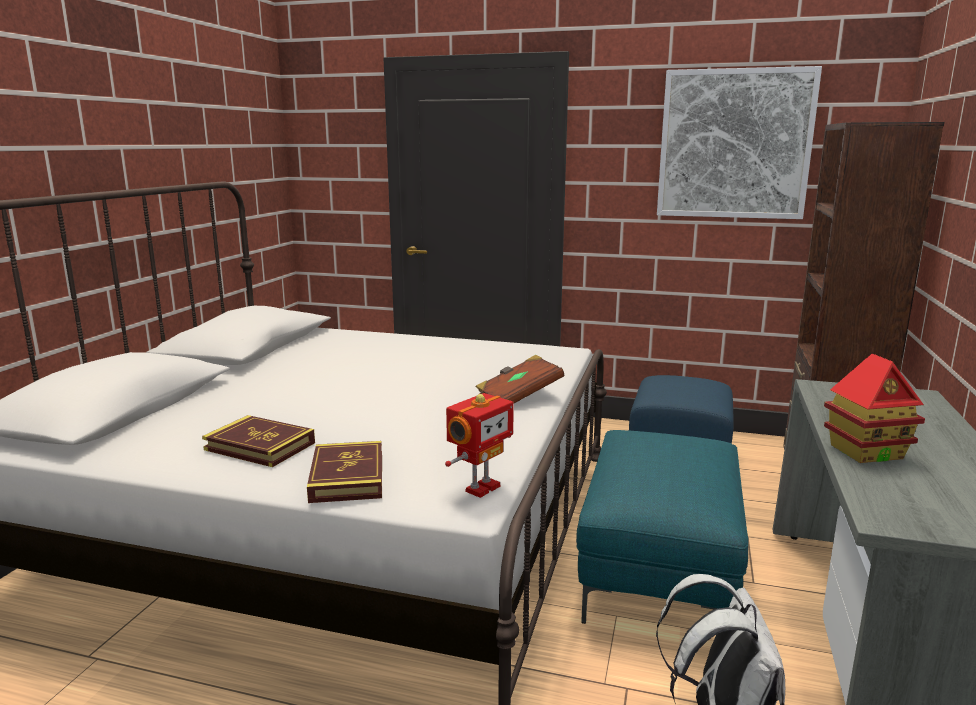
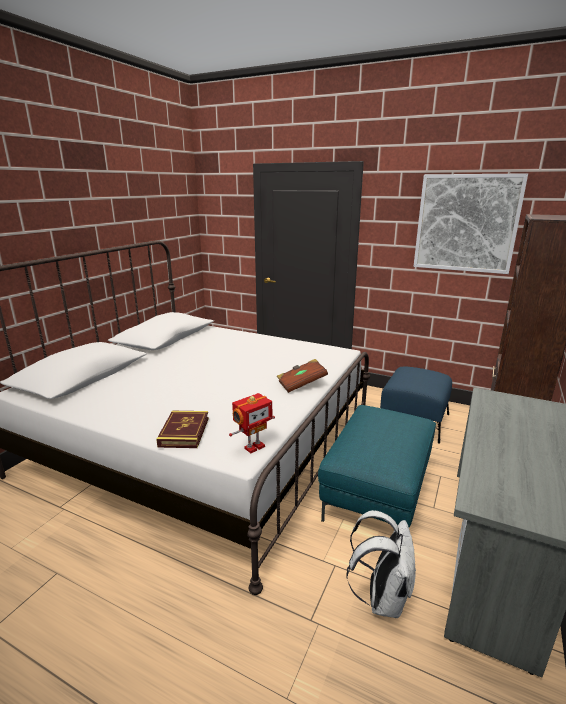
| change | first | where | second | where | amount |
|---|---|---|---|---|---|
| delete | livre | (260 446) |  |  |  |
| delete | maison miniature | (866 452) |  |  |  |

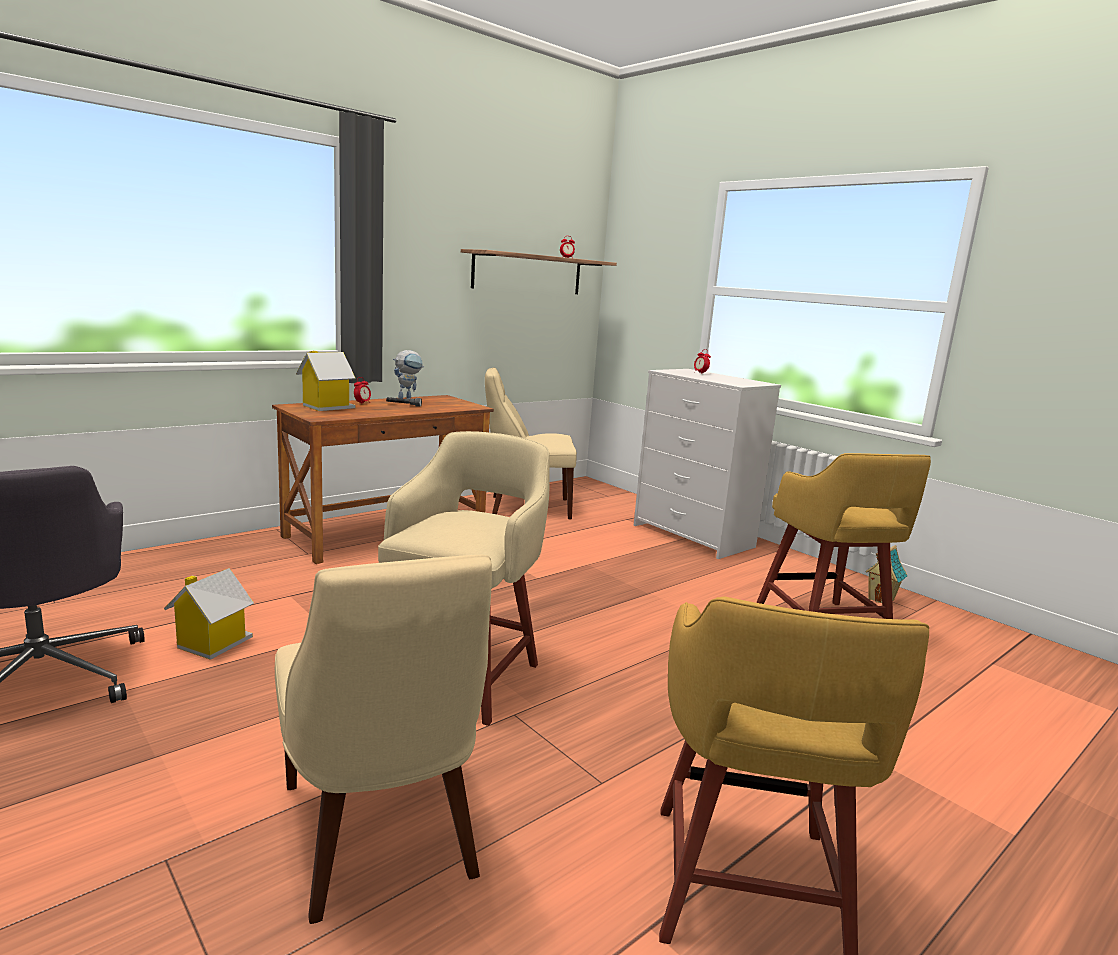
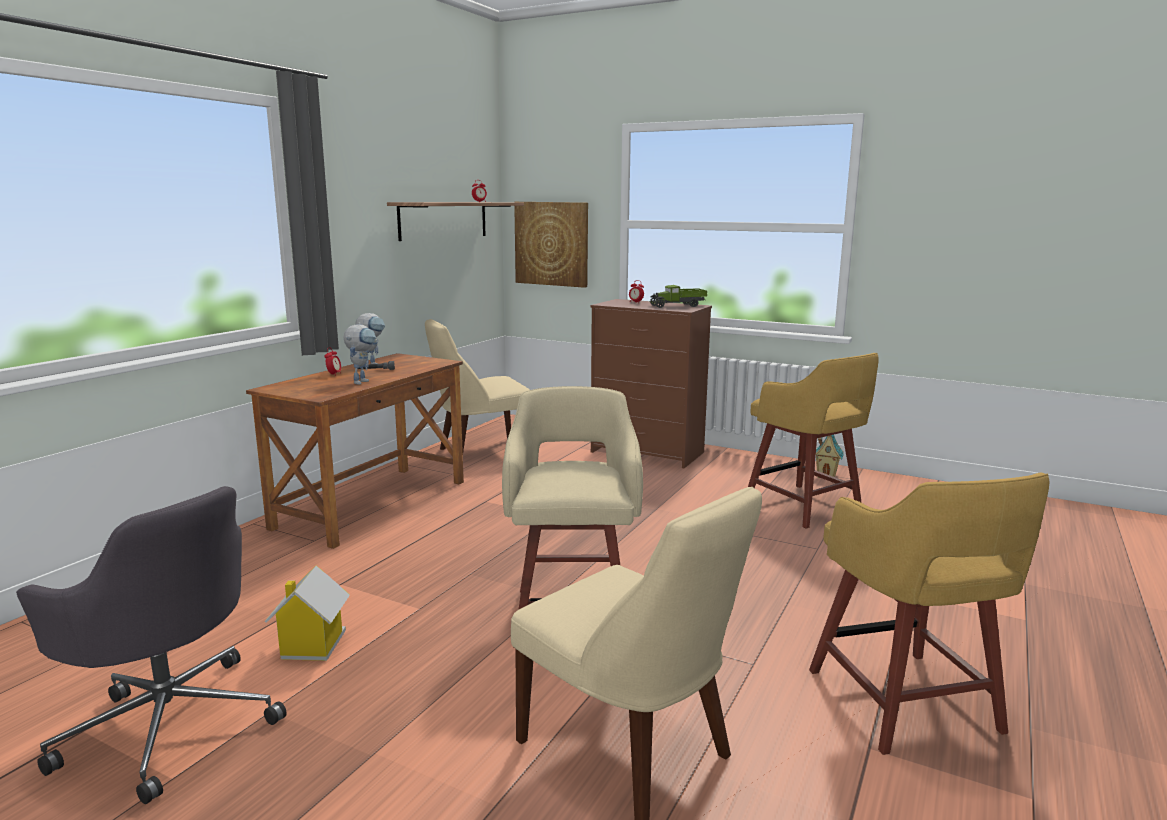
| change | first | where | second | where | amount |
|---|---|---|---|---|---|
| delete | maison miniature | (326 407) |  |  |  |
| insert |  |  | robot jouet | (362 381) |  |
| insert |  |  | tableau | (551 243) |  |
| insert |  |  | camion jouet | (678 306) |  |
| recolor | commode/blanc | (694 536) | commode/marron | (648 452) |  |

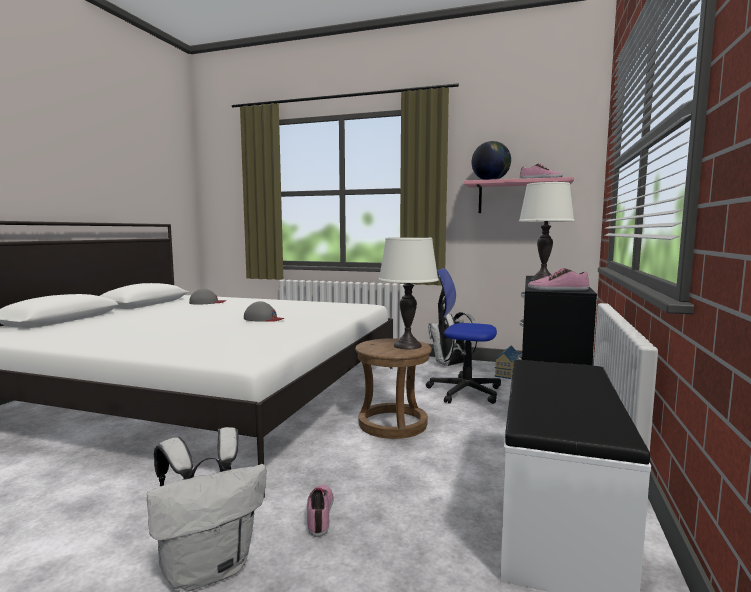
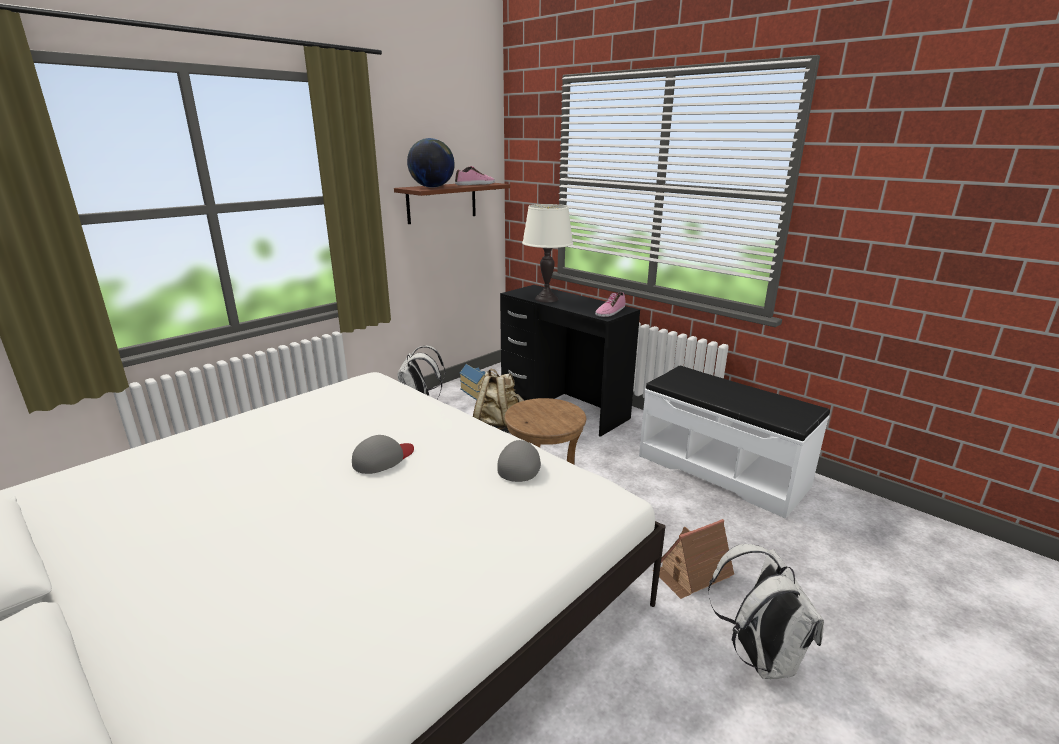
| change | first | where | second | where | amount |
|---|---|---|---|---|---|
| delete | lampe de table/blanc | (407 346) |  |  |  |
| move | casquette/gris | (207 302) |  | (520 464) |  |
| replace | chaussure | (320 513) | maison miniature | (692 573) |  |
| replace | chaise de bureau | (464 391) | sac à dos/beige | (499 427) |  |
| recolor | étagère/rose | (517 197) | étagère/marron | (442 202) |  |

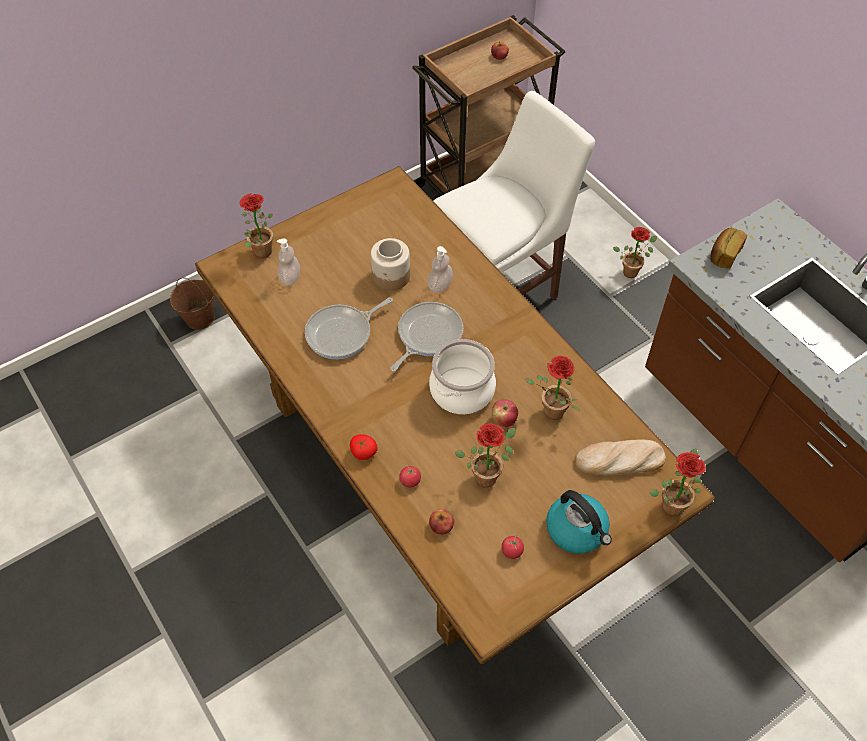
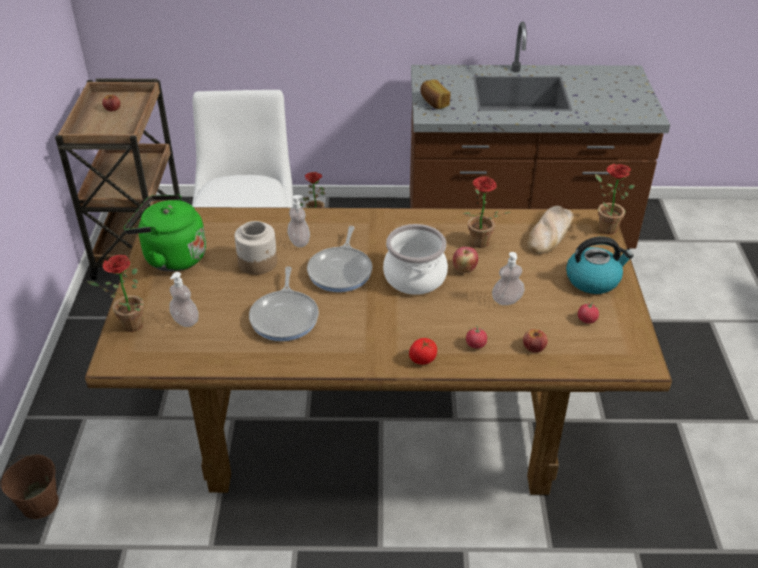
| change | first | where | second | where | amount |
|---|---|---|---|---|---|
| insert |  |  | bouilloire/vert | (171 257) |  |
| replace | plante en pot | (488 474) | distributeur de savon | (507 300) |  |
| rotate | poêle | (427 335) |  | (341 270) | 150 degrees counterclockwise |

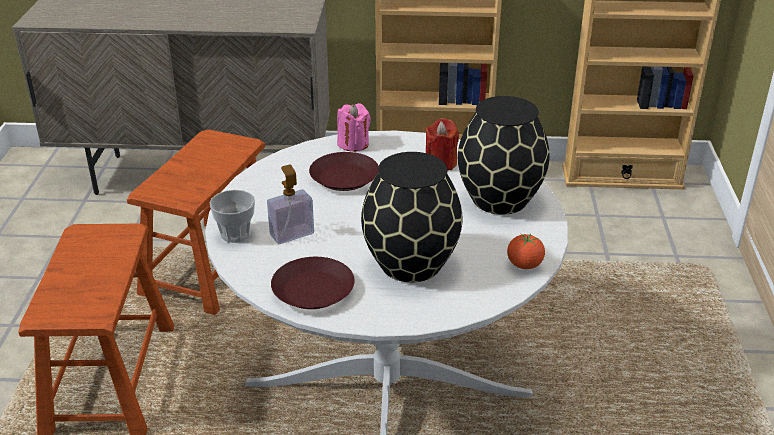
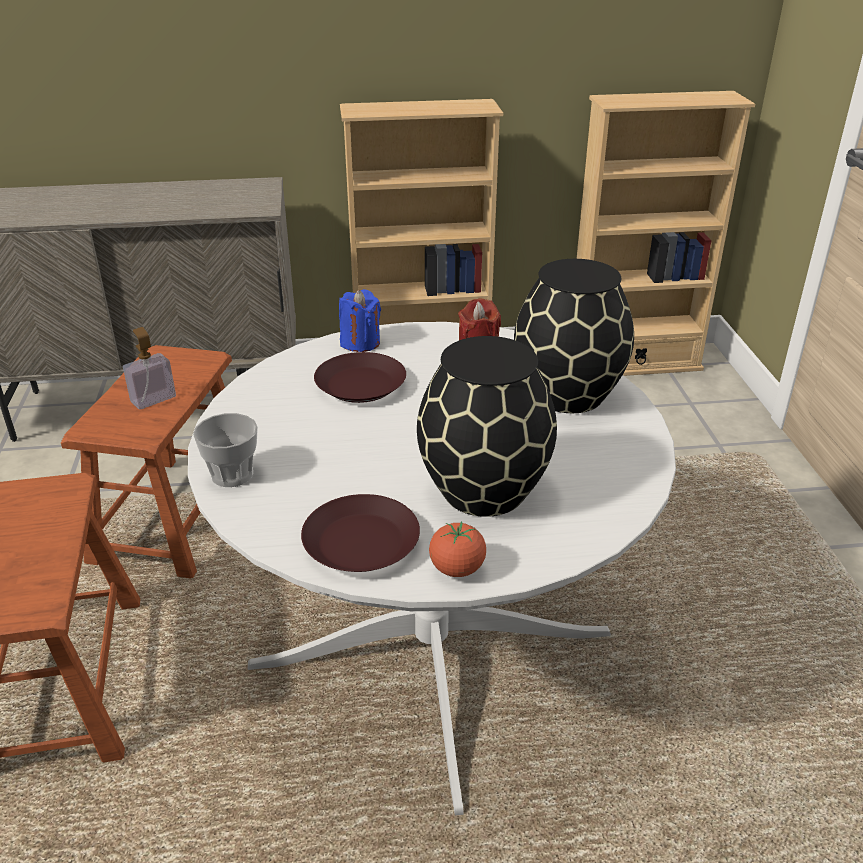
| change | first | where | second | where | amount |
|---|---|---|---|---|---|
| move | distributeur de savon | (292 234) |  | (153 399) |  |
| move | tomate | (524 265) |  | (457 569) |  |
| recolor | bougie/rose | (353 144) | bougie/bleu | (360 343) |  |

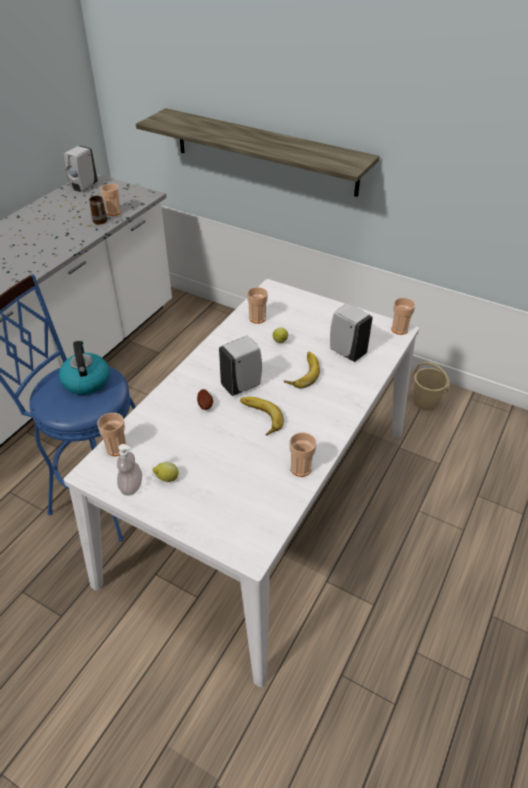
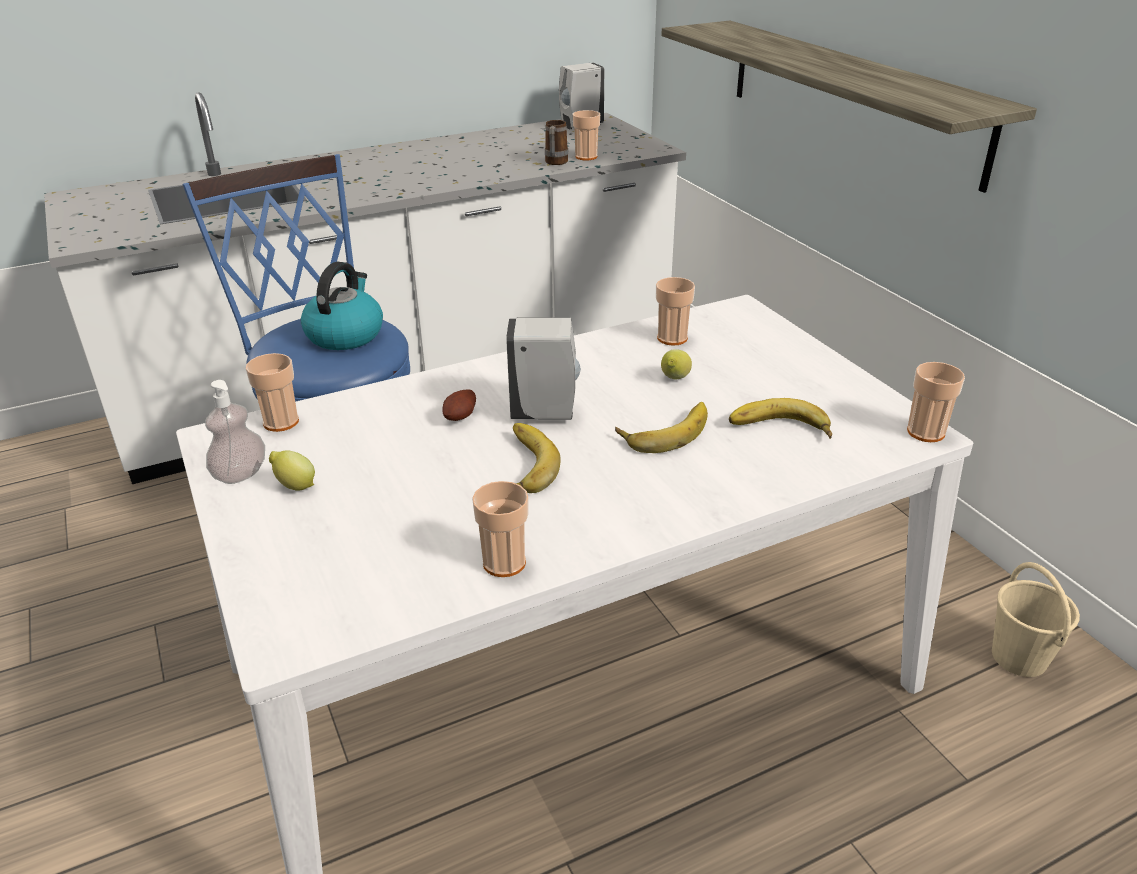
| change | first | where | second | where | amount |
|---|---|---|---|---|---|
| replace | distributeur de savon/blanc | (346 351) | banane | (780 430) |  |

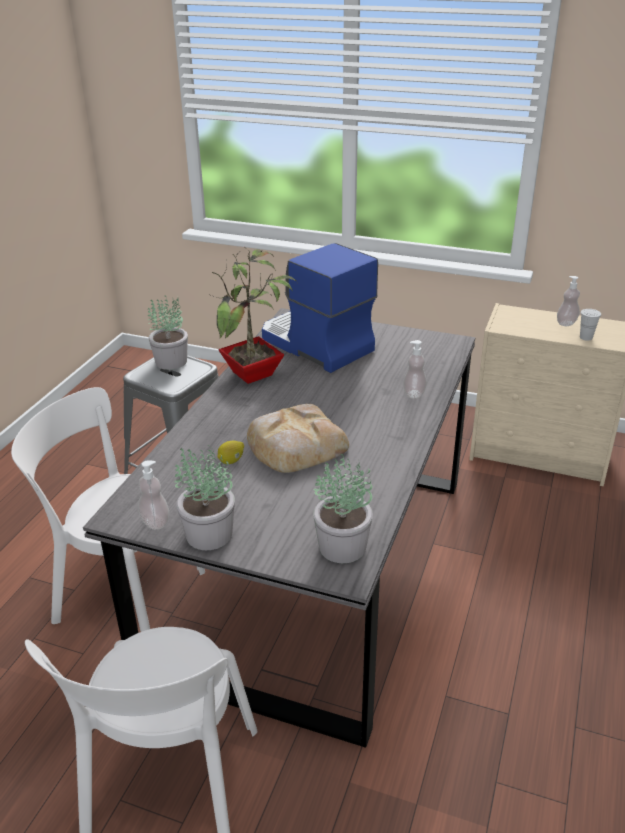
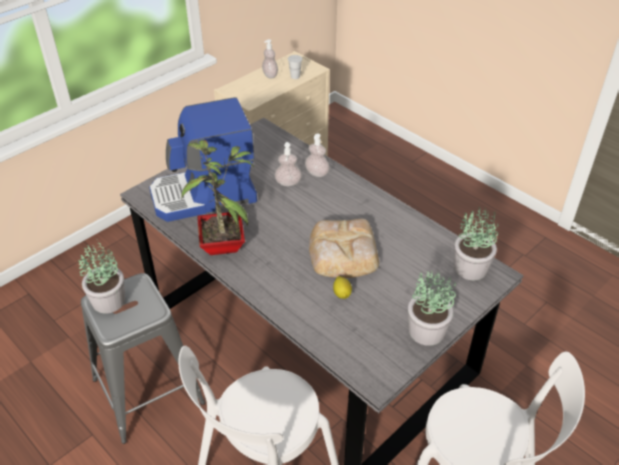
| change | first | where | second | where | amount |
|---|---|---|---|---|---|
| move | distributeur de savon | (155 522) |  | (288 183) |  |

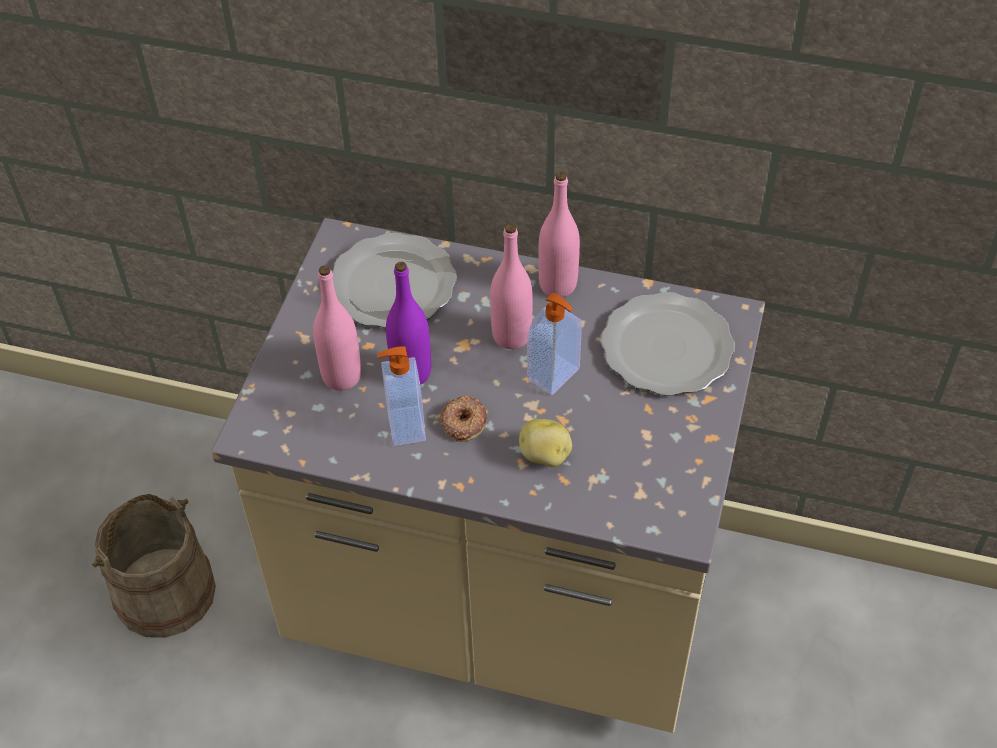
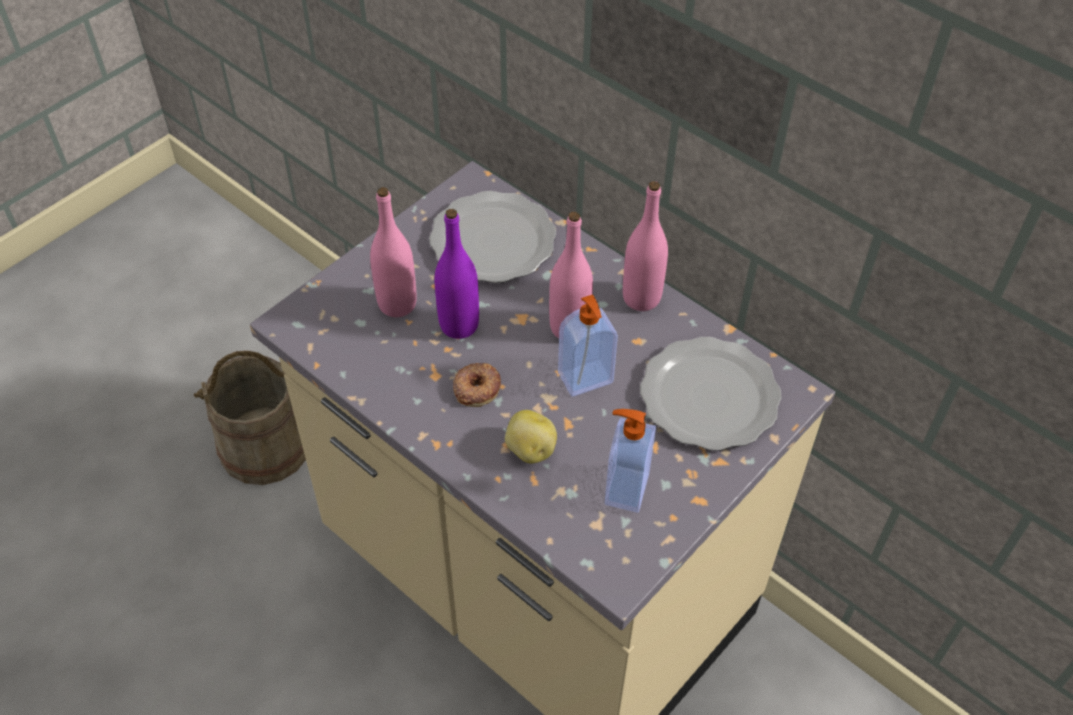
| change | first | where | second | where | amount |
|---|---|---|---|---|---|
| move | distributeur de savon | (404 426) |  | (624 488) |  |

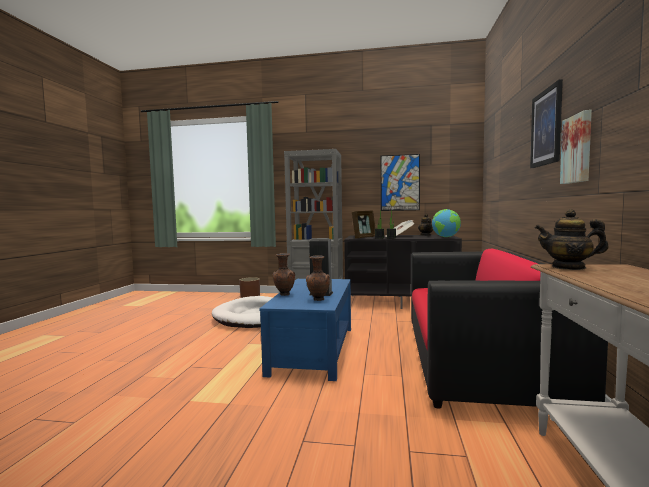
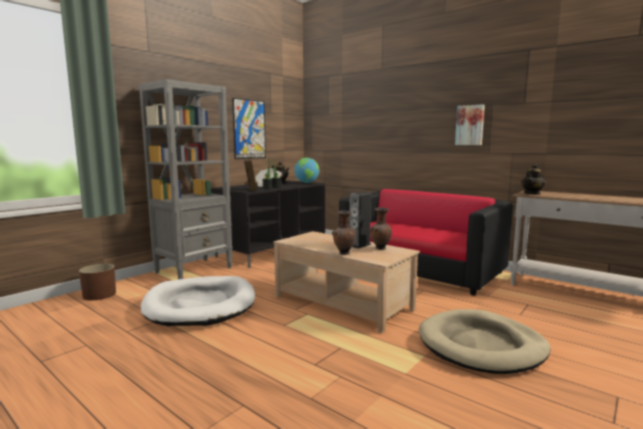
| change | first | where | second | where | amount |
|---|---|---|---|---|---|
| delete | tableau | (546 127) |  |  |  |
| insert |  |  | panier pour chien/beige | (481 345) |  |
| recolor | table basse/bleu | (314 350) | table basse/beige | (343 302) |  |

